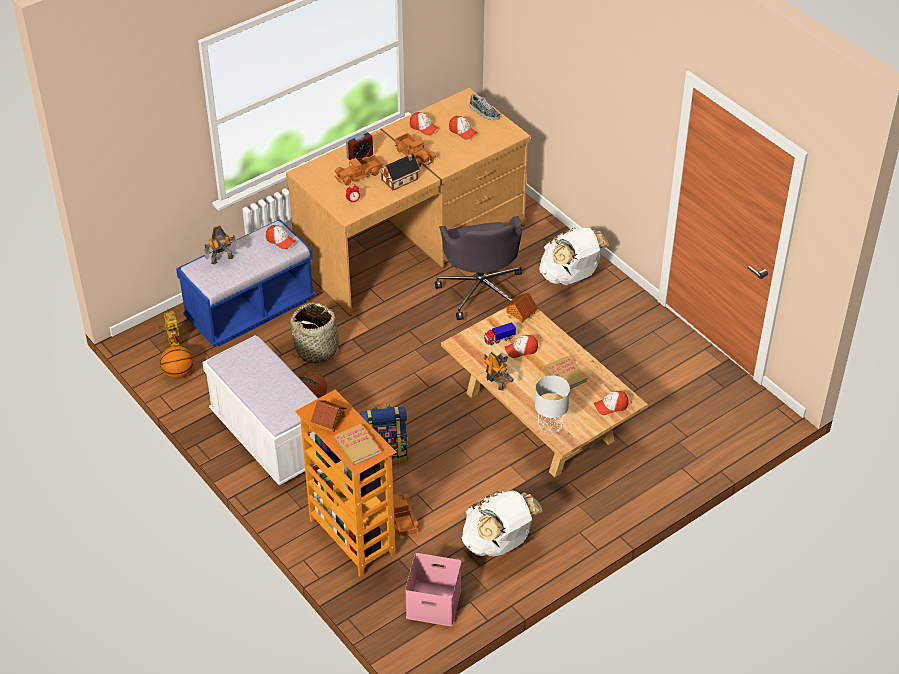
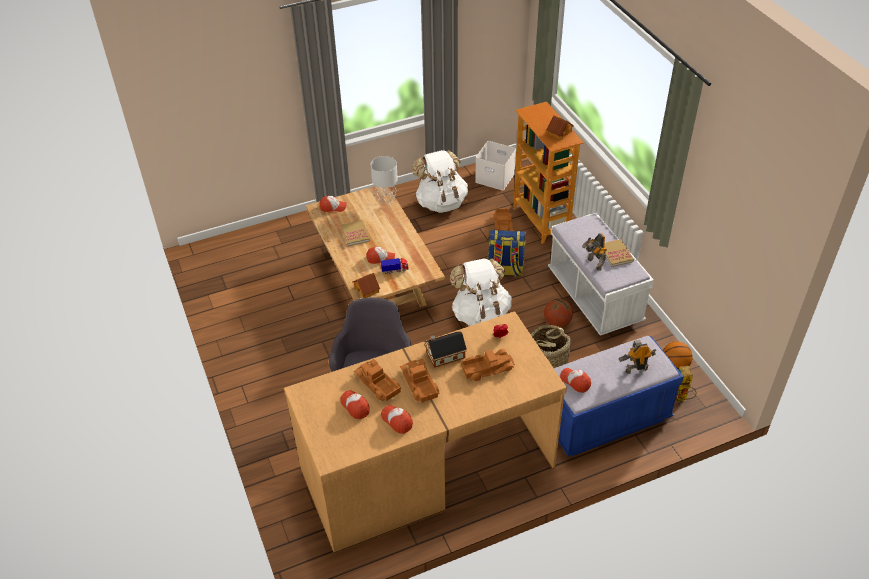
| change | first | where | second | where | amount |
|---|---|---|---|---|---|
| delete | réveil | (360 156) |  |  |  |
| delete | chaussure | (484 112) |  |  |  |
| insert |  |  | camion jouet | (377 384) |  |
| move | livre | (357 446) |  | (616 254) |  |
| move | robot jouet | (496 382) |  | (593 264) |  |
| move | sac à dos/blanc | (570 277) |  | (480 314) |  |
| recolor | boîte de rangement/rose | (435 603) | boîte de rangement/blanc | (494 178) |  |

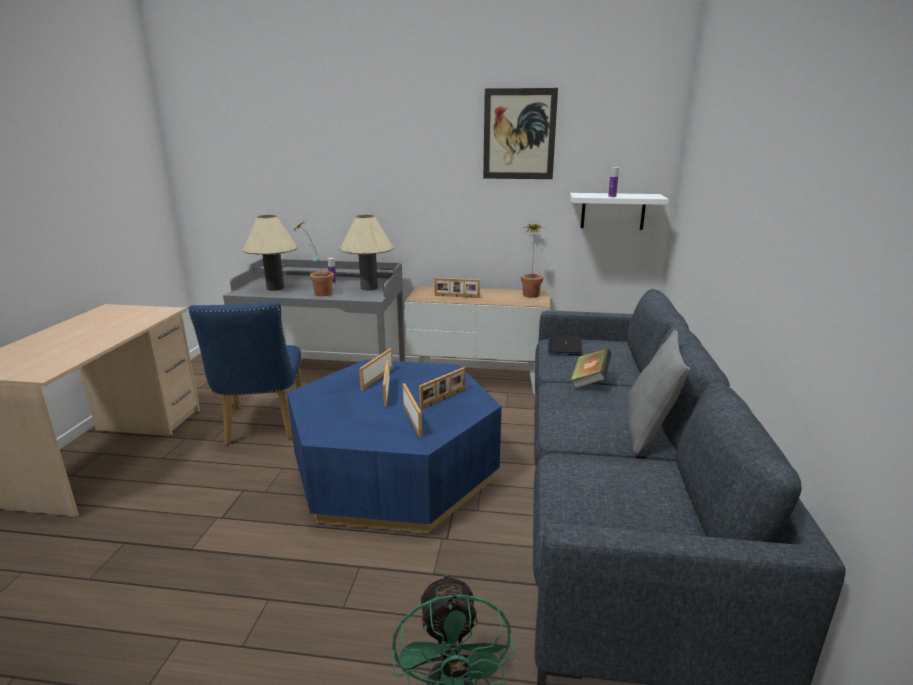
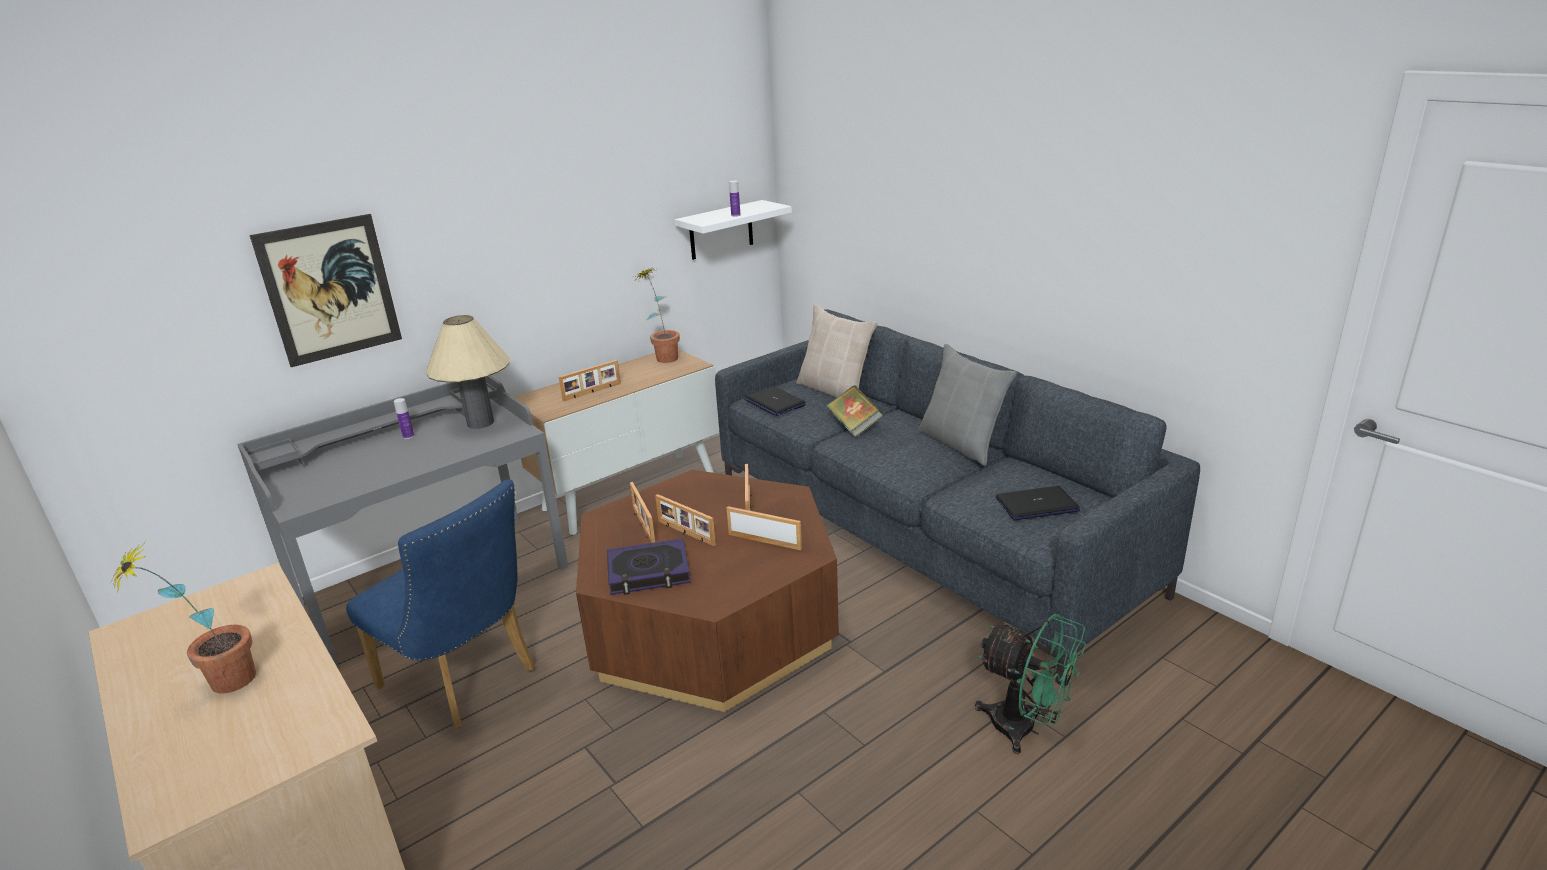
| change | first | where | second | where | amount |
|---|---|---|---|---|---|
| delete | lampe de table/beige | (275 288) |  |  |  |
| insert |  |  | livre | (648 572) |  |
| insert |  |  | coussin/beige | (835 390) |  |
| insert |  |  | ordinateur portable | (1037 504) |  |
| move | plante en pot | (318 293) |  | (219 685) |  |
| move | tableau | (519 134) |  | (330 290) |  |
| recolor | table basse/bleu | (395 472) | table basse/marron | (711 624) |  |

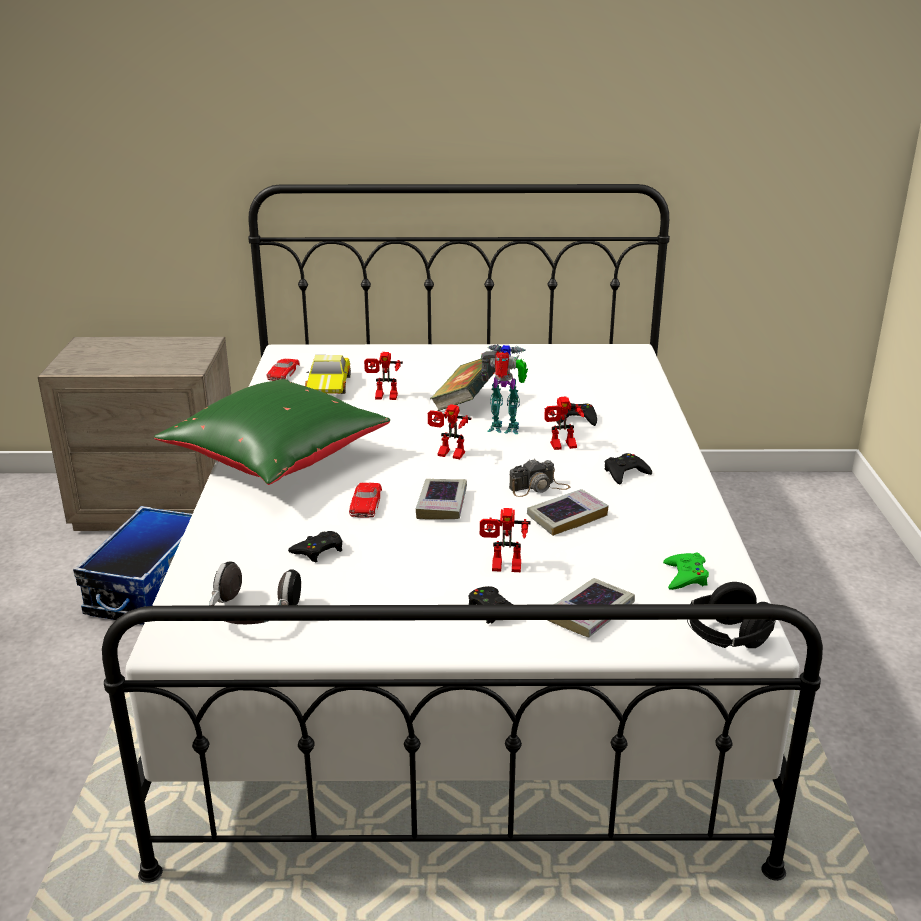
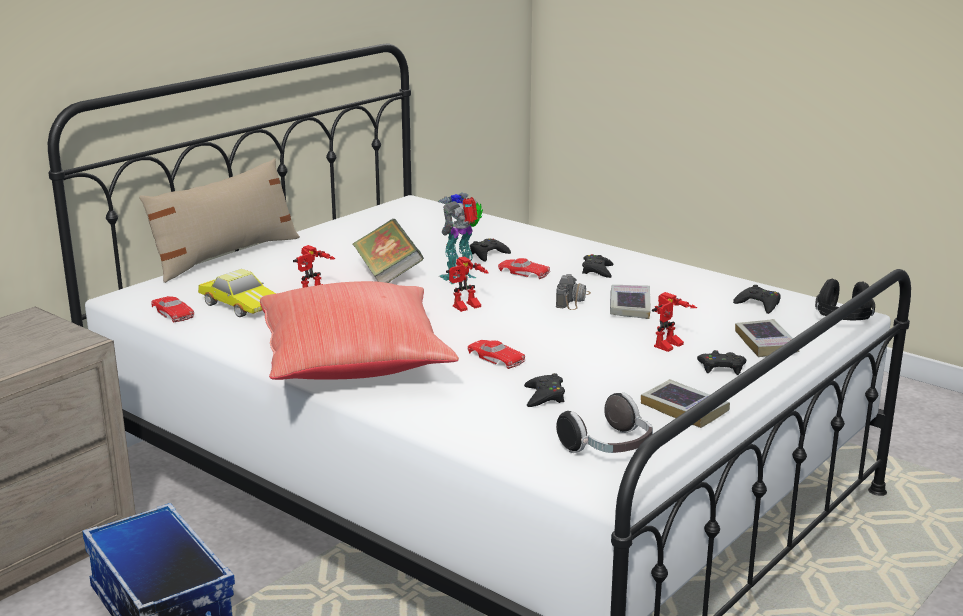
| change | first | where | second | where | amount |
|---|---|---|---|---|---|
| insert |  |  | coussin/beige | (225 256) |  |
| move | livre | (442 504) |  | (684 409) |  |
| replace | robot jouet | (562 447) | petite voiture/rouge | (523 272) |  |
| recolor | coussin/vert | (279 460) | coussin/rouge | (355 365) |  |
| recolor | manette/vert | (685 576) | manette/noir | (758 304) |  |

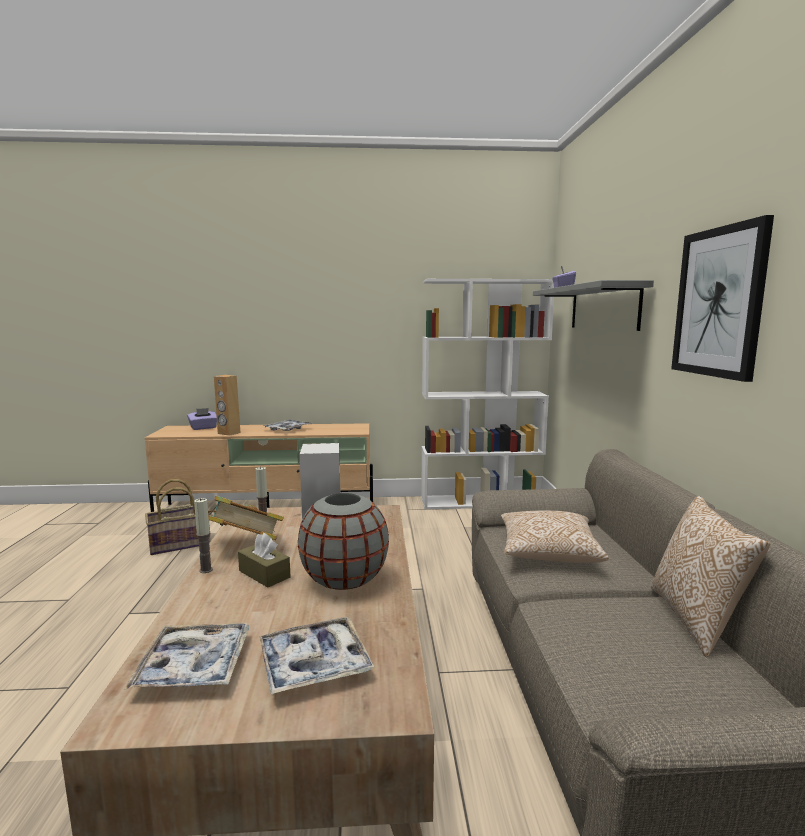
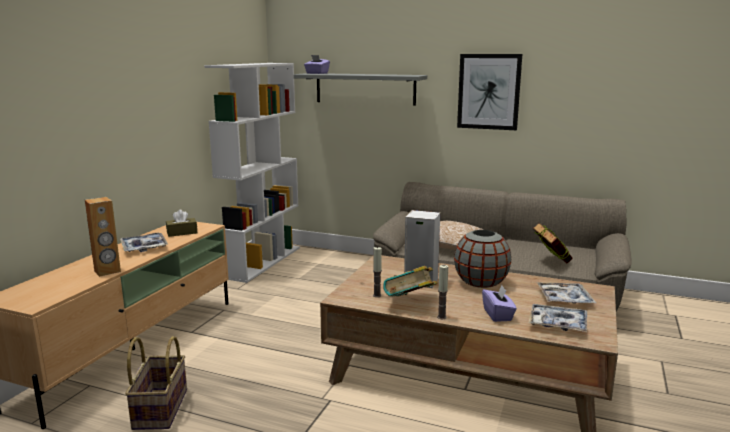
| change | first | where | second | where | amount |
|---|---|---|---|---|---|
| delete | coussin | (697 620) |  |  |  |
| insert |  |  | livre | (550 262) |  |
| move | boîte à mouchoirs/violet | (203 428) |  | (498 315) |  |
| move | boîte à mouchoirs/marron | (264 574) |  | (182 233) |  |

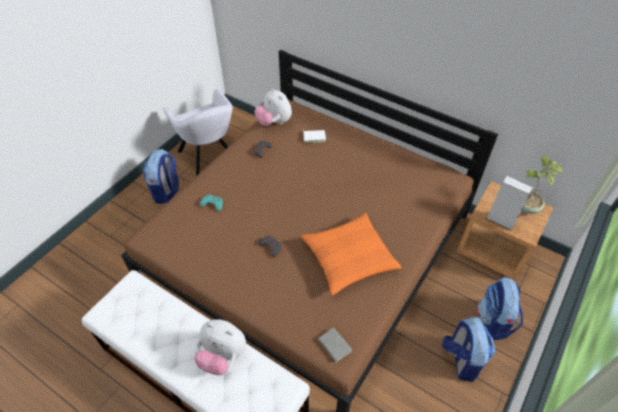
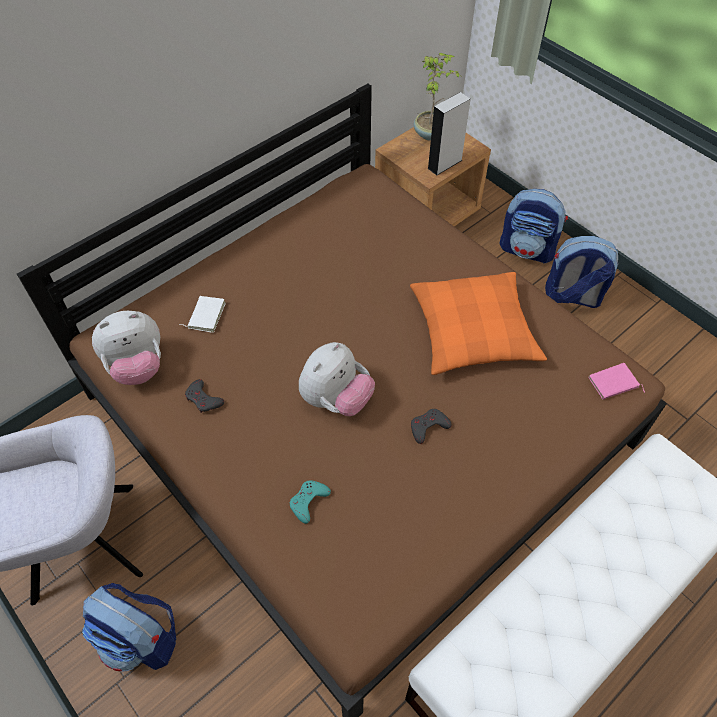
| change | first | where | second | where | amount |
|---|---|---|---|---|---|
| move | peluche | (222 356) |  | (336 399) |  |
| recolor | livre/gris | (333 346) | livre/rose | (613 384) |  |

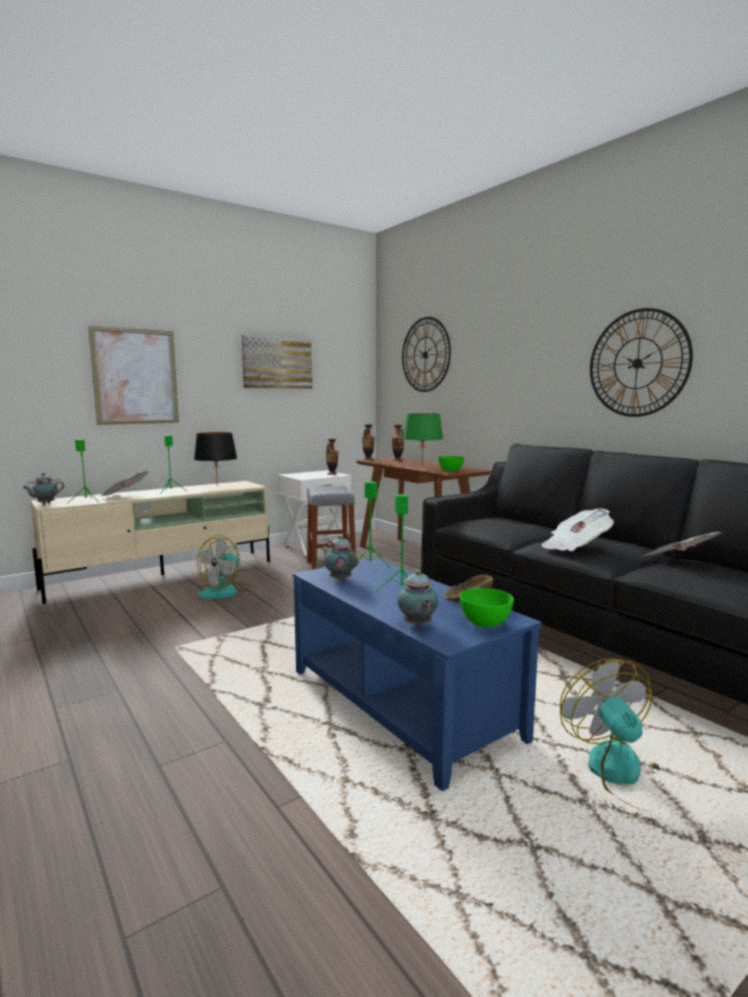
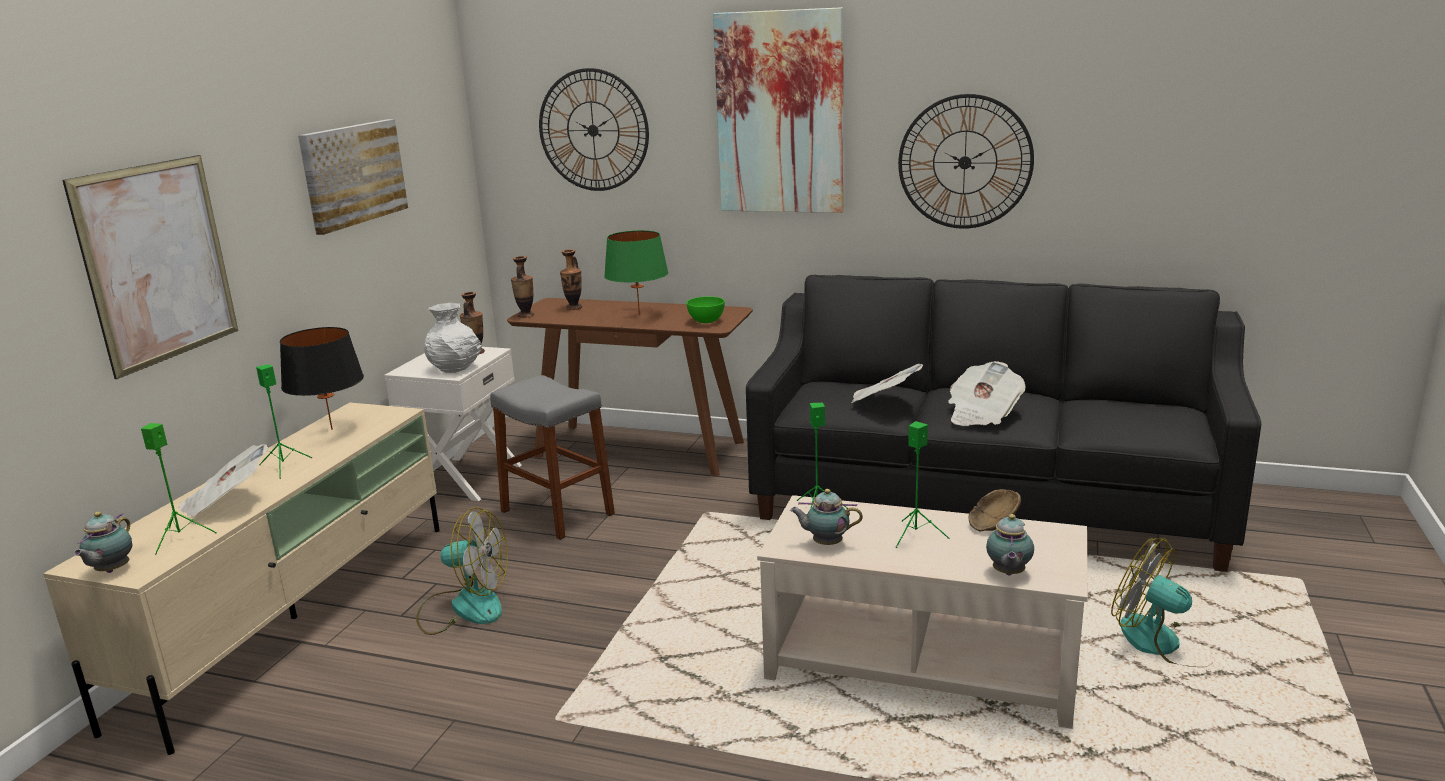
| change | first | where | second | where | amount |
|---|---|---|---|---|---|
| delete | bol/vert | (485 623) |  |  |  |
| insert |  |  | vase/blanc | (455 368) |  |
| insert |  |  | tableau | (780 113) |  |
| move | journal | (677 563) |  | (884 402) |  |
| recolor | table basse/bleu | (401 704) | table basse/beige | (921 664) |  |
| rotate | ventilateur | (225 591) |  | (464 607) | 75 degrees counterclockwise |
| rotate | théière | (417 625) |  | (1008 573) | 60 degrees clockwise |

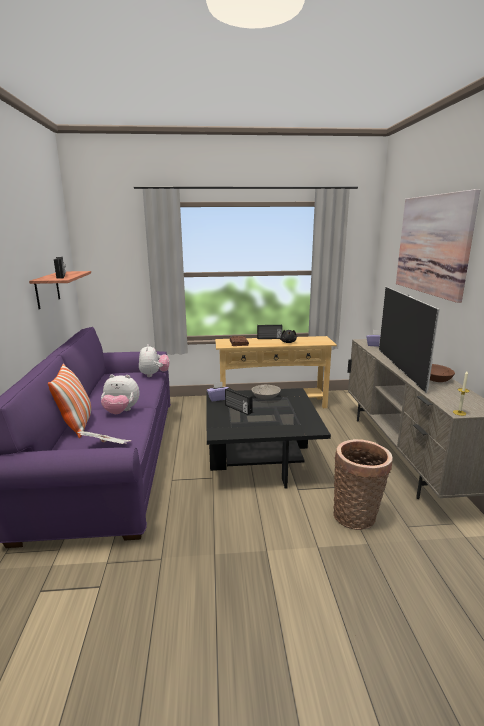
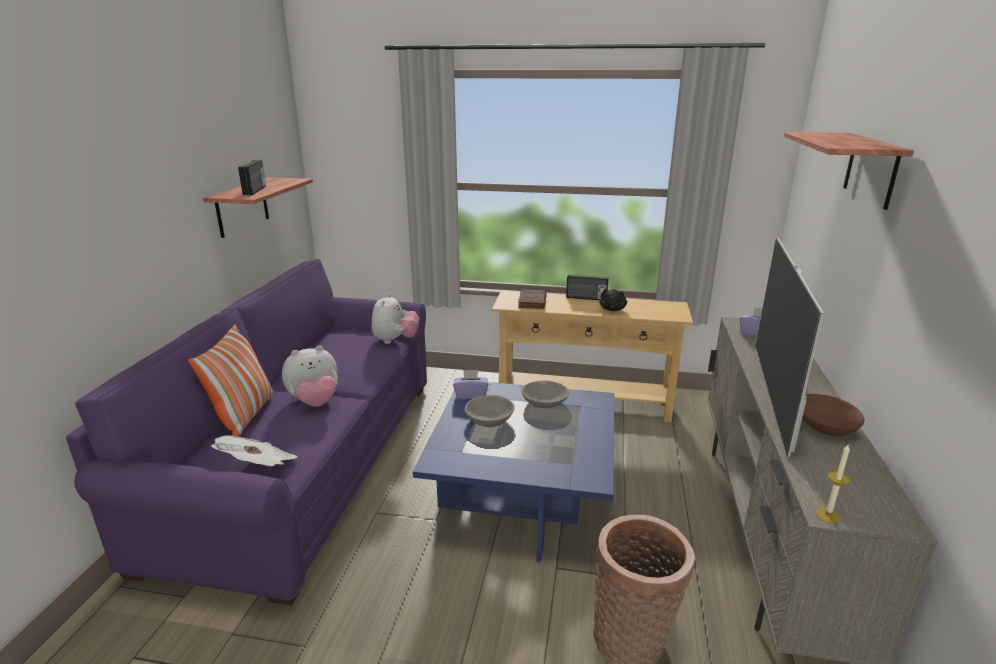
| change | first | where | second | where | amount |
|---|---|---|---|---|---|
| replace | radio | (238 409) | bol/gris | (489 420) |  |
| replace | tableau | (432 245) | étagère | (871 169) |  |
| recolor | table basse/noir | (261 458) | table basse/bleu | (523 498) |  |
| rotate | peluche | (121 412) |  | (315 402) | 45 degrees counterclockwise |

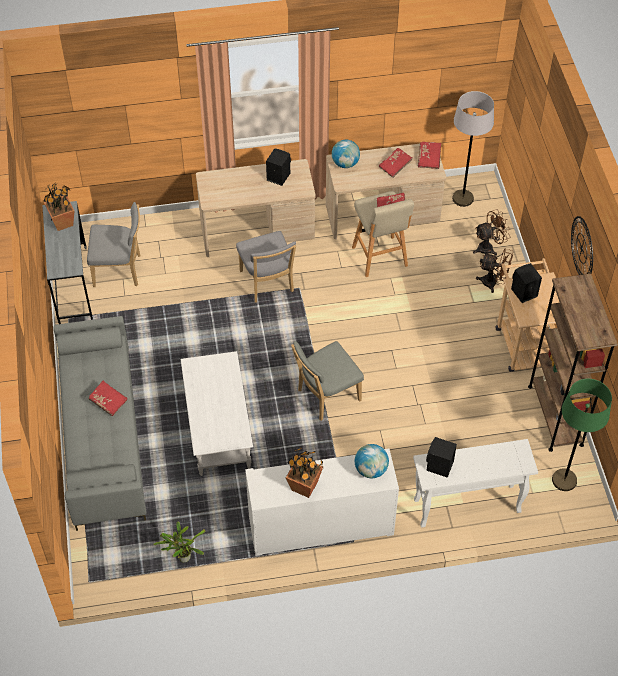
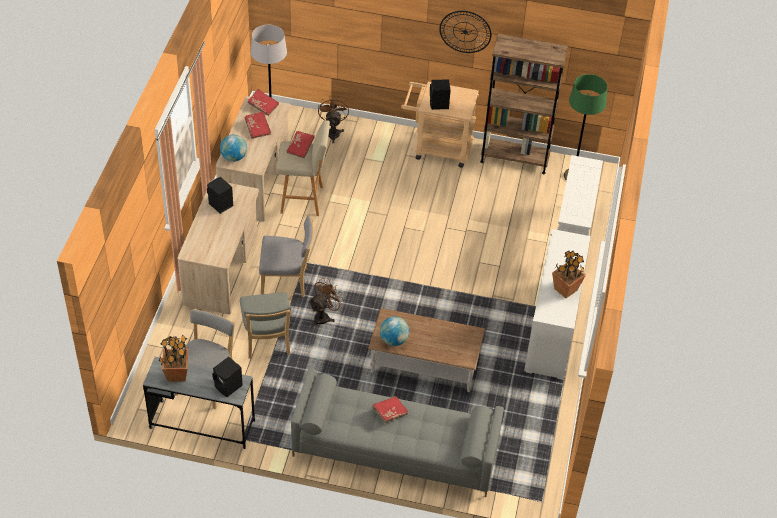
| change | first | where | second | where | amount |
|---|---|---|---|---|---|
| delete | plante en pot | (182 557) |  |  |  |
| move | chaise/gris | (326 396) |  | (267 342) |  |
| move | globe | (371 470) |  | (394 340) |  |
| move | enceinte/noir | (439 466) |  | (229 387) |  |
| move | ventilateur/marron | (493 283) |  | (324 316) |  |
| recolor | table basse/blanc | (218 427) | table basse/marron | (424 364) |  |

